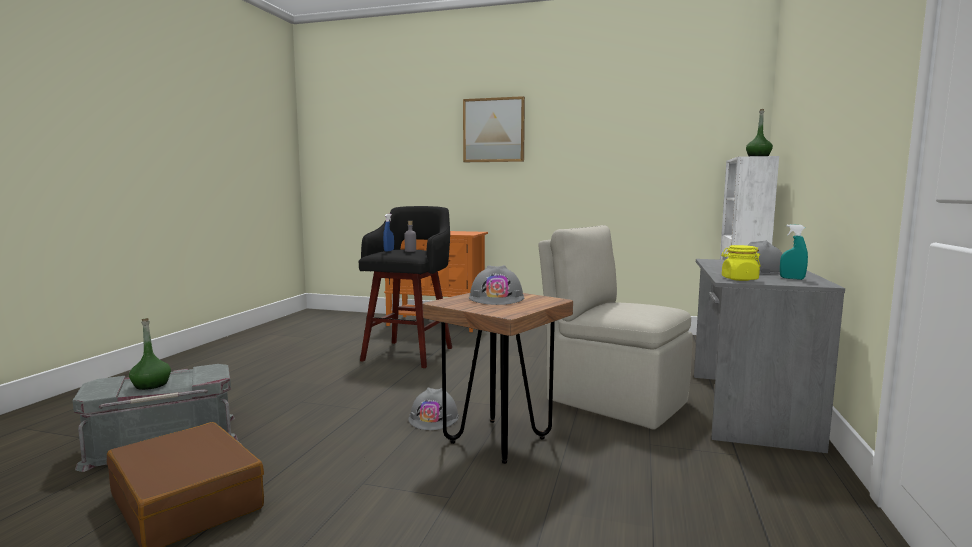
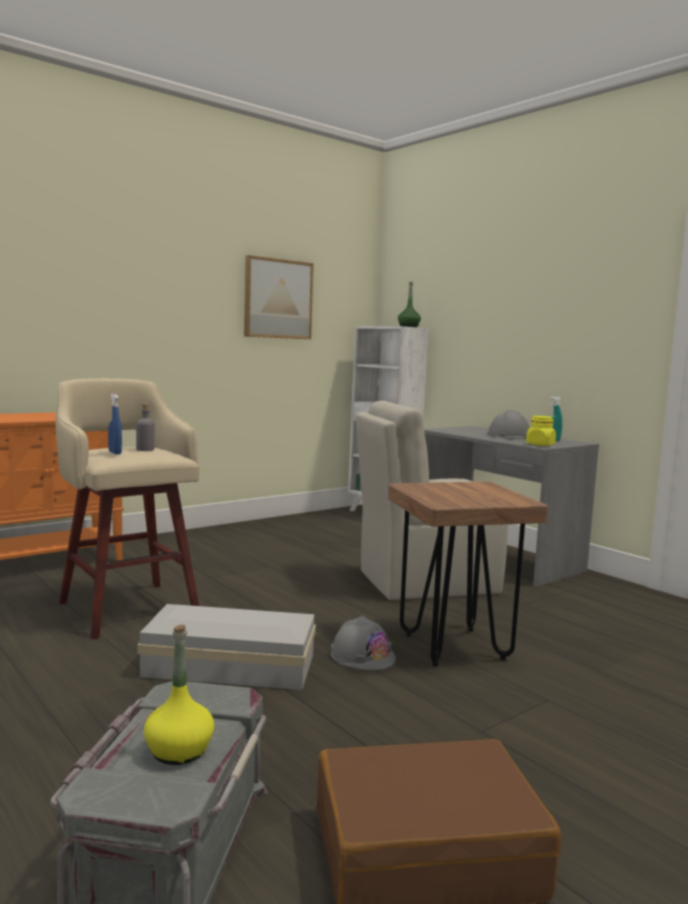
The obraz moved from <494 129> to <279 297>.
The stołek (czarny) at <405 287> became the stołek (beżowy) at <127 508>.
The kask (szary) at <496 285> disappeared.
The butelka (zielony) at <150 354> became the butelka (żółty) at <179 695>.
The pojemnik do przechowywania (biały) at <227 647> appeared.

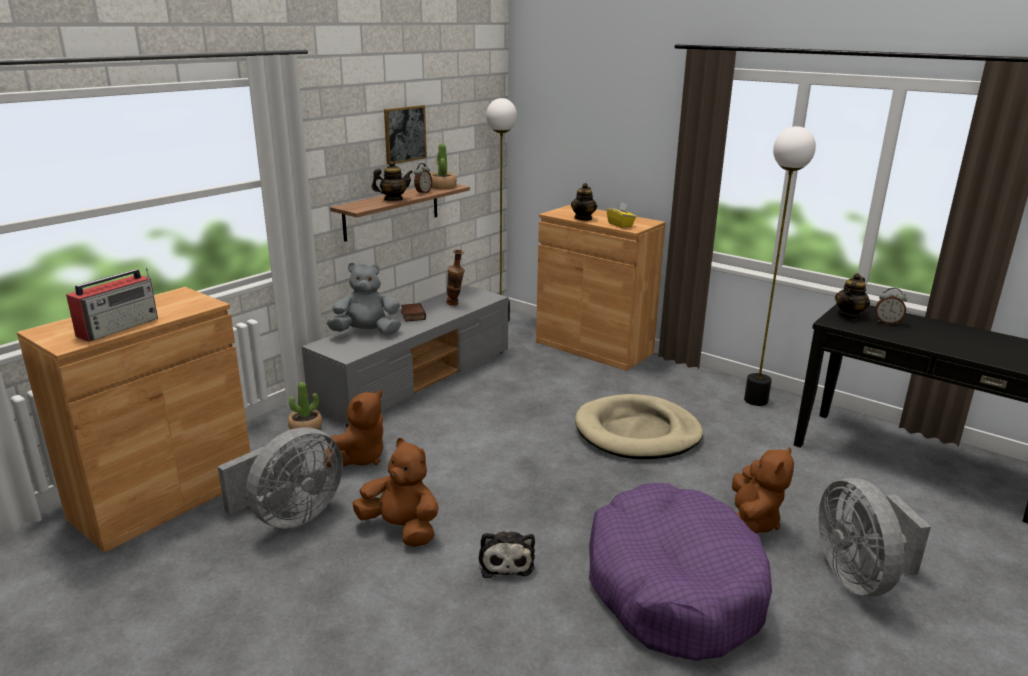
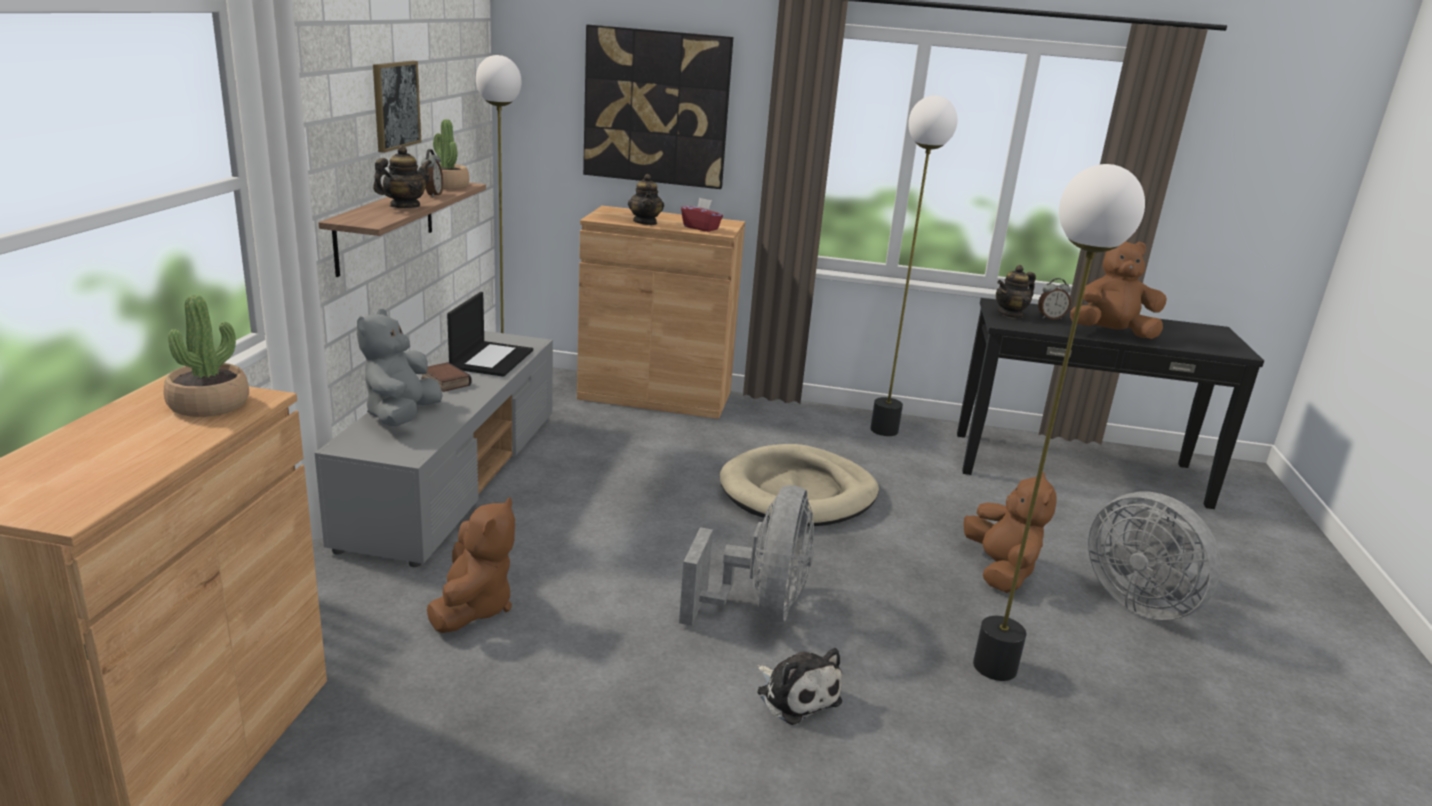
The pudełko chusteczek (żółty) at <621 215> became the pudełko chusteczek (czerwony) at <702 214>.
The wazon at <455 277> was replaced by the laptop at <490 334>.
The pluszak (szary) at <364 299> turned 45 degrees counterclockwise.
The radio at <112 305> disappeared.
The imbryk at <852 296> turned 45 degrees clockwise.
The roślina doniczkowa moved from <305 406> to <206 356>.
The wentylator (szary) moved from <280 478> to <746 555>.
The pluszak (brązowy) moved from <395 492> to <1118 290>.
The legowisko (fioletowy) at <680 572> was replaced by the lampa stojąca at <1059 422>.
The obraz at <658 107> appeared.

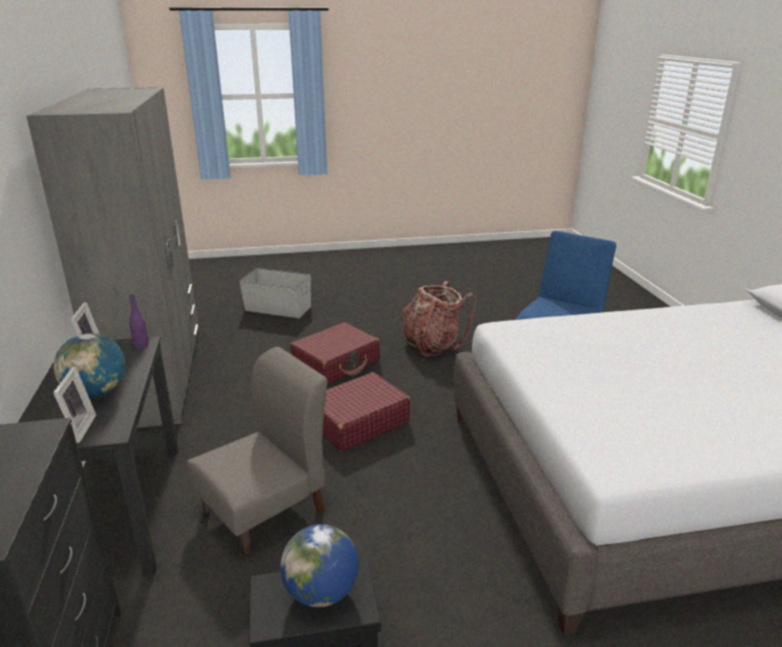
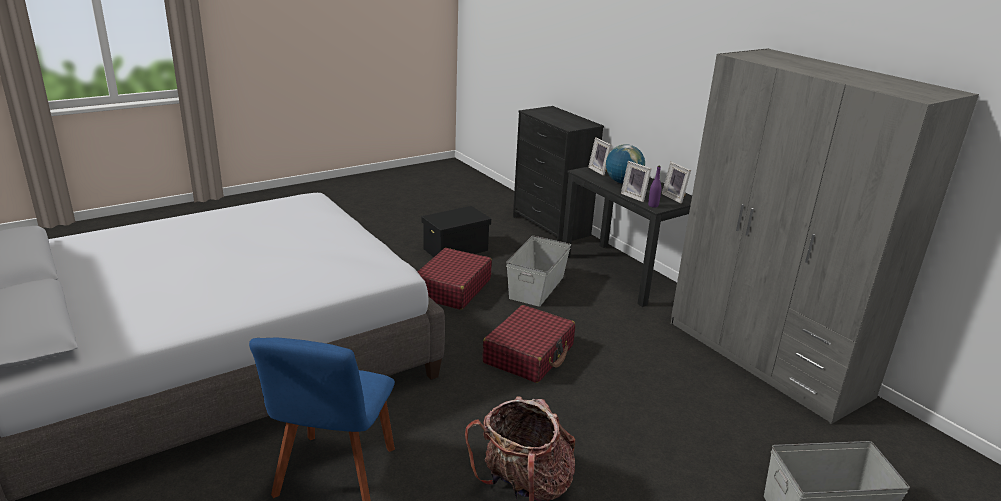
The walizka (czerwony) moved from <335 353> to <455 279>.
The krzesło (szary) at <257 451> was replaced by the pojemnik do przechowywania (szary) at <538 271>.
The globus at <319 565> disappeared.
The ramka na zdjęcie at <636 181> appeared.

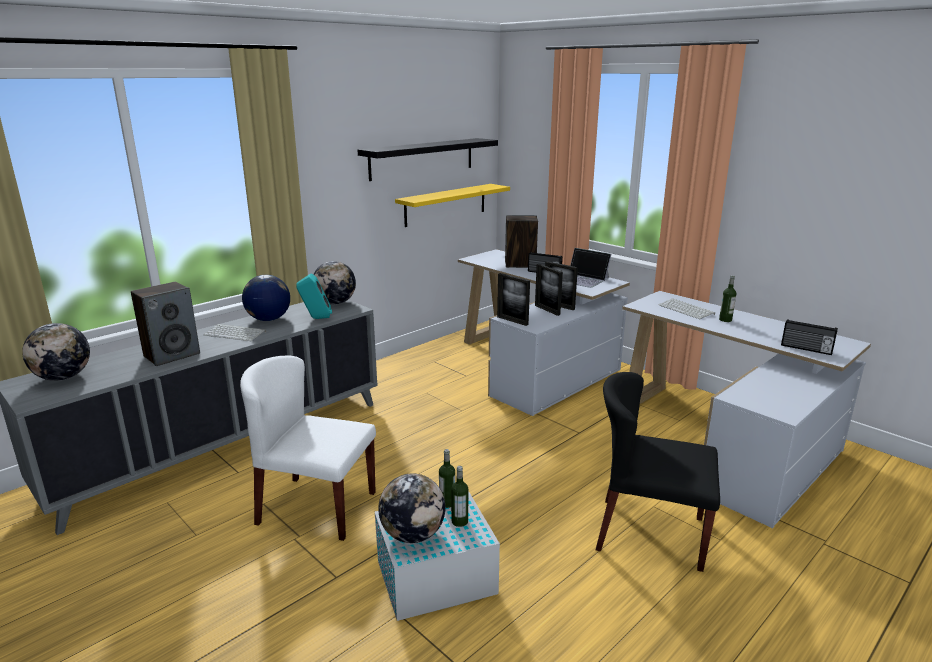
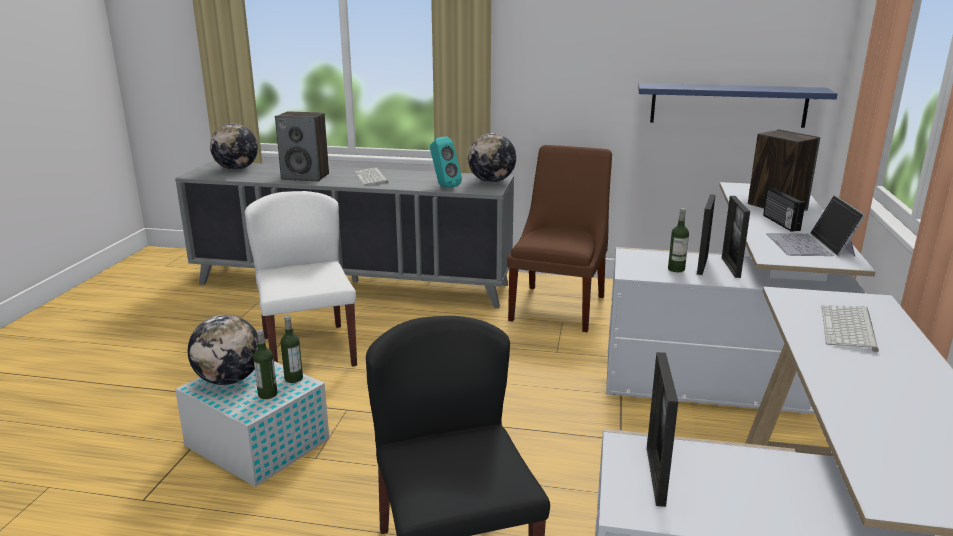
The półka (czarny) at <427 159> disappeared.
The półka (żółty) at <452 205> became the półka (niebieski) at <737 105>.
The ramka na zdjęcie moved from <513 299> to <662 429>.
The globus at <266 298> disappeared.
The butelka moved from <727 298> to <678 240>.
The radio at <809 337> disappeared.
The krzesło (brązowy) at <559 238> appeared.

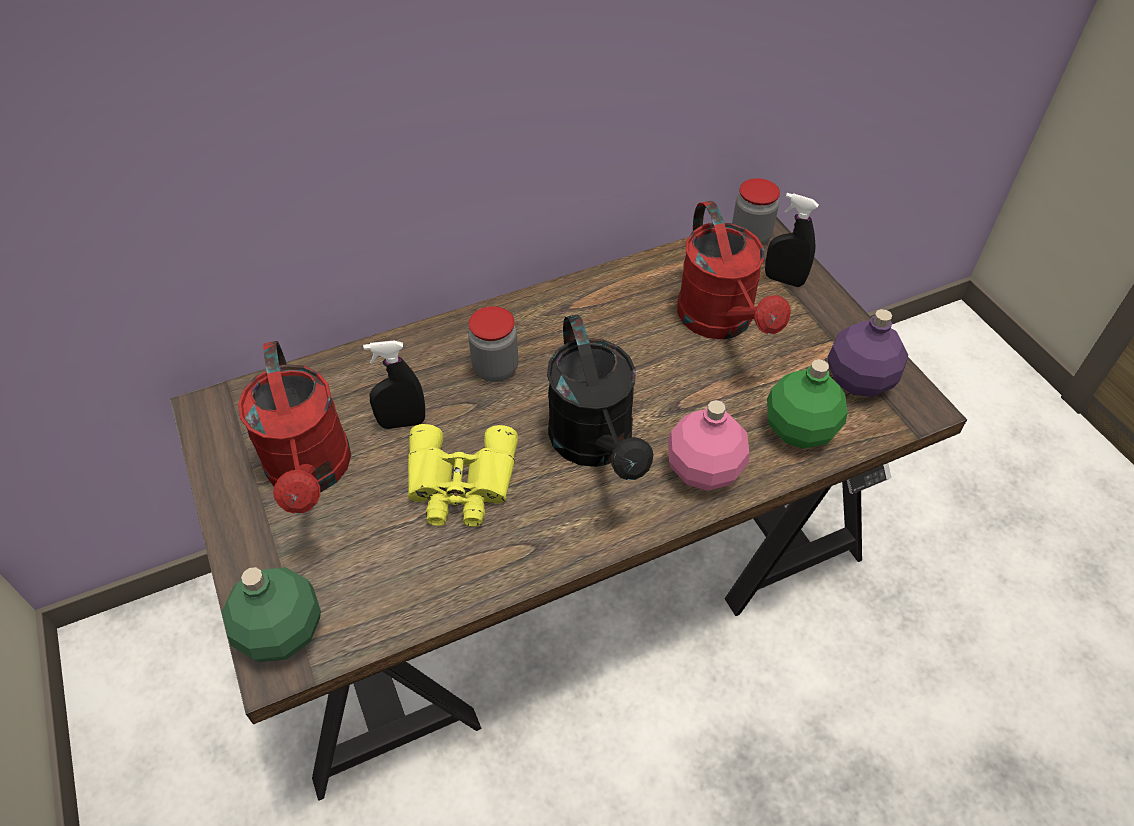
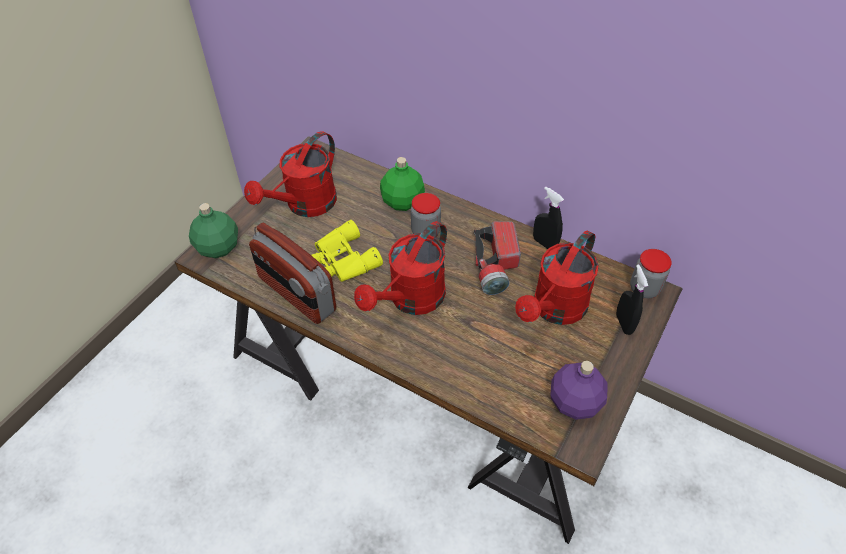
The konewka (czarny) at <600 397> became the konewka (czerwony) at <400 268>.
The spryskiwacz (czarny) moved from <394 385> to <548 218>.
The butelka (zielony) moved from <807 404> to <402 184>.
The butelka (różowy) at <708 445> disappeared.
The latarka at <497 258> appeared.
The radio at <292 273> appeared.

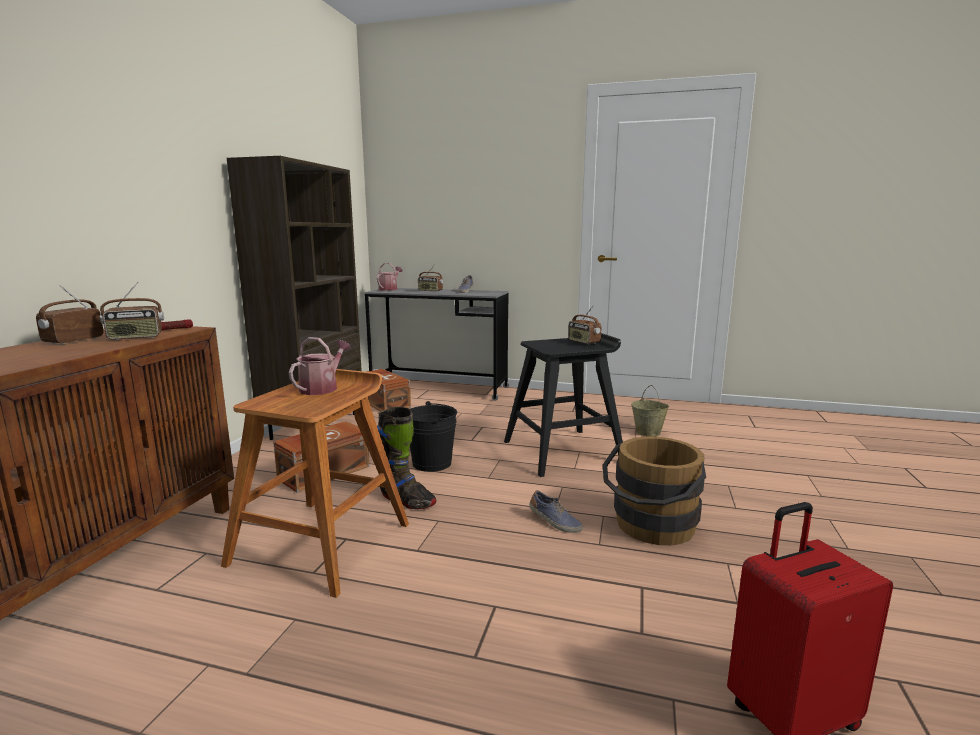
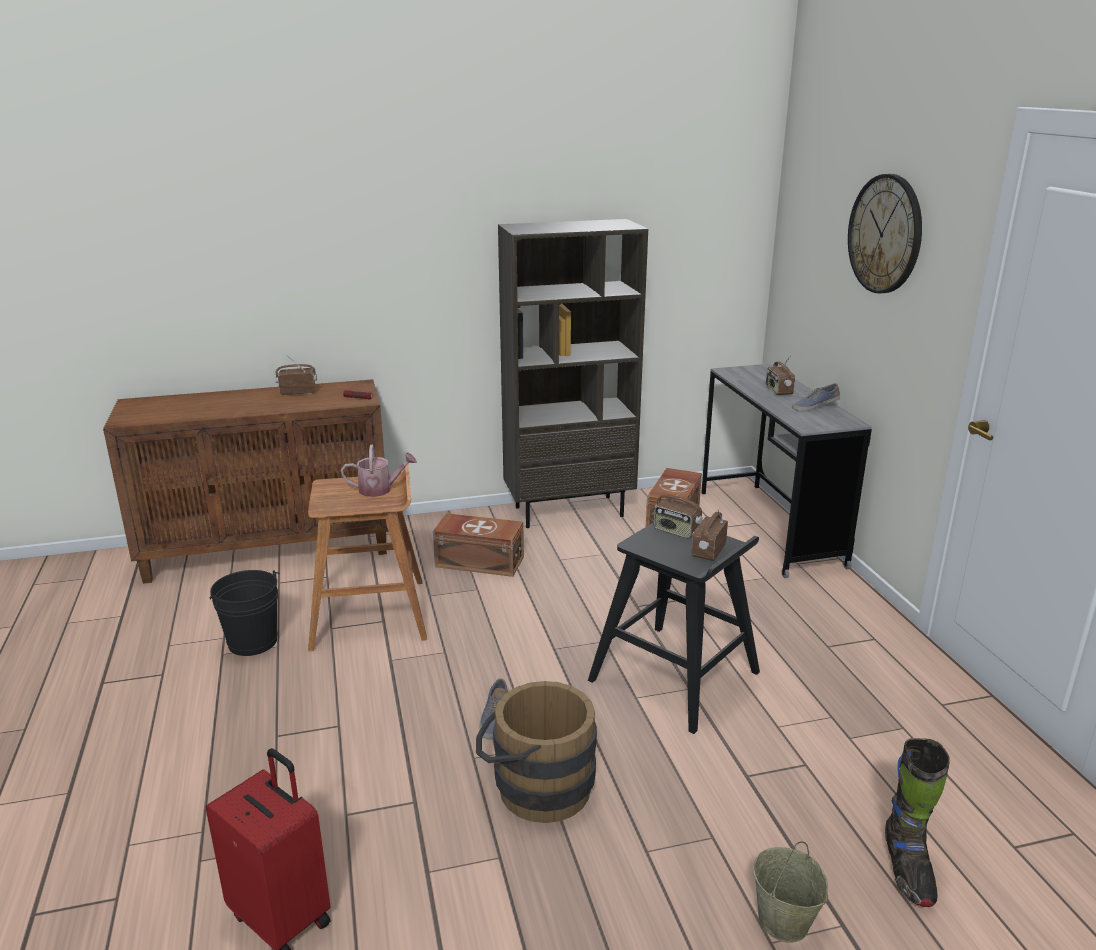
The konewka at <390 277> disappeared.
The radio moved from <132 311> to <678 511>.
The wiadro (beżowy) moved from <650 411> to <790 892>.
The wiadro (czarny) moved from <433 436> to <244 613>.
The but z cholewką (czarny) moved from <407 458> to <917 822>.
The zegar ścienny at <885 233> appeared.

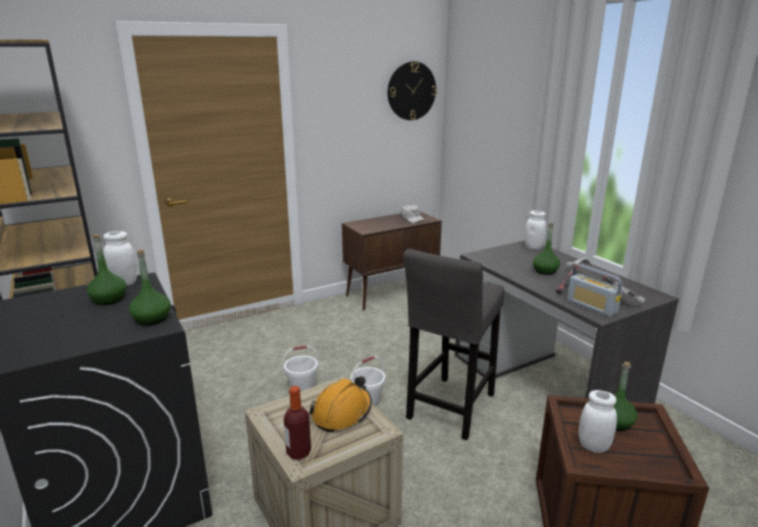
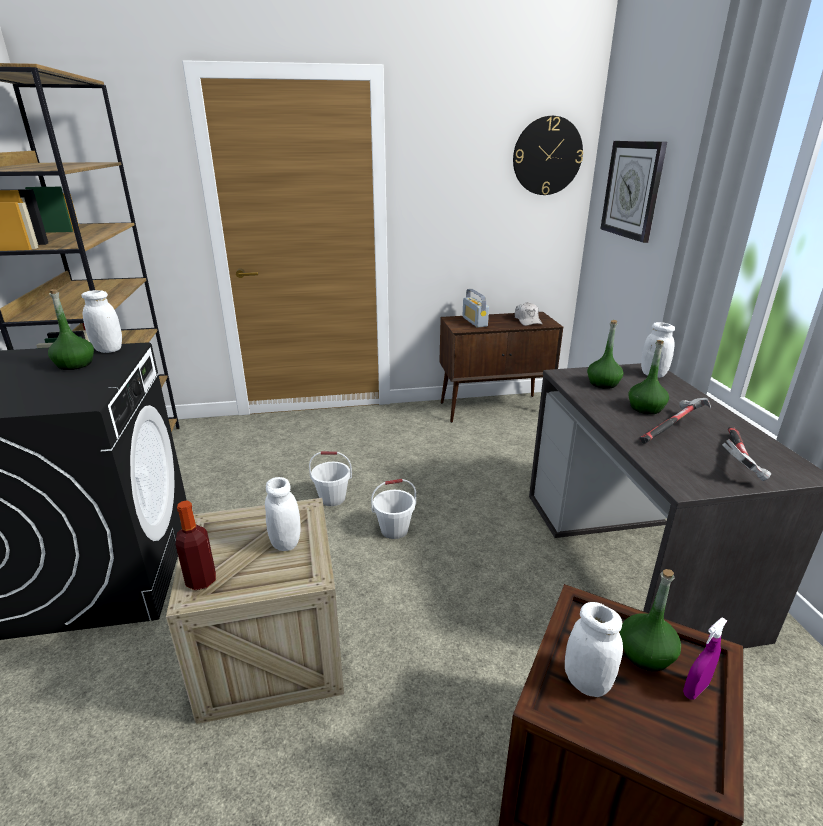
The butelka (zielony) moved from <150 287> to <605 354>.
The stołek (szary) at <453 344> disappeared.
The radio moved from <595 290> to <475 308>.
The kask (pomarańczowy) at <340 404> was replaced by the słoik (biały) at <283 514>.
The zegar ścienny at <633 192> appeared.
The spryskiwacz (fioletowy) at <705 658> appeared.

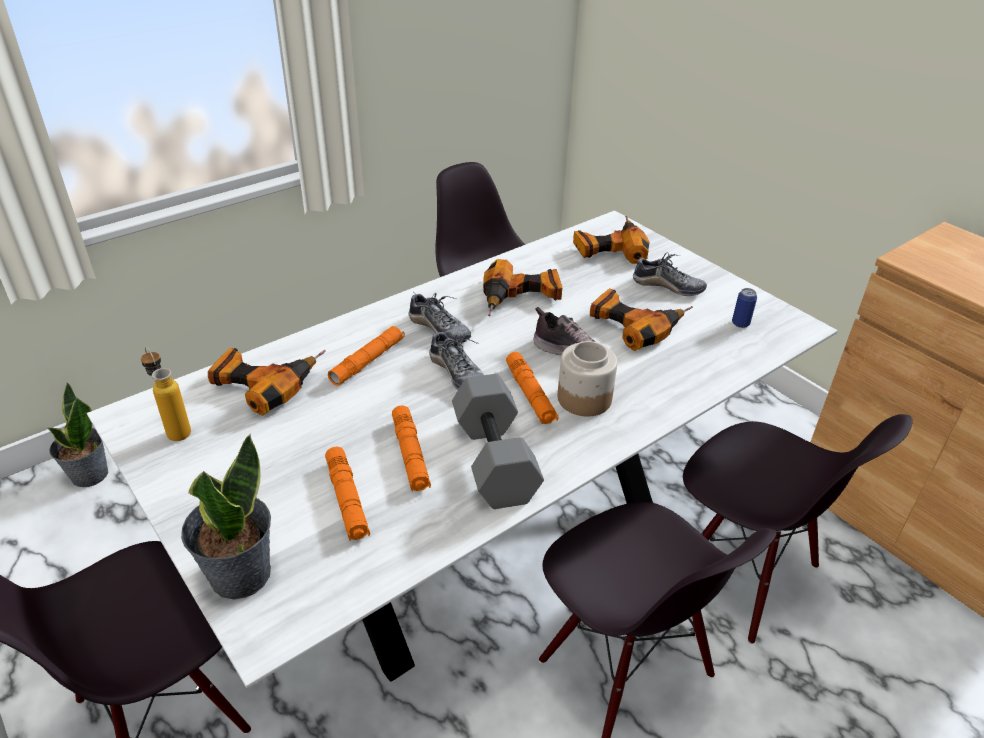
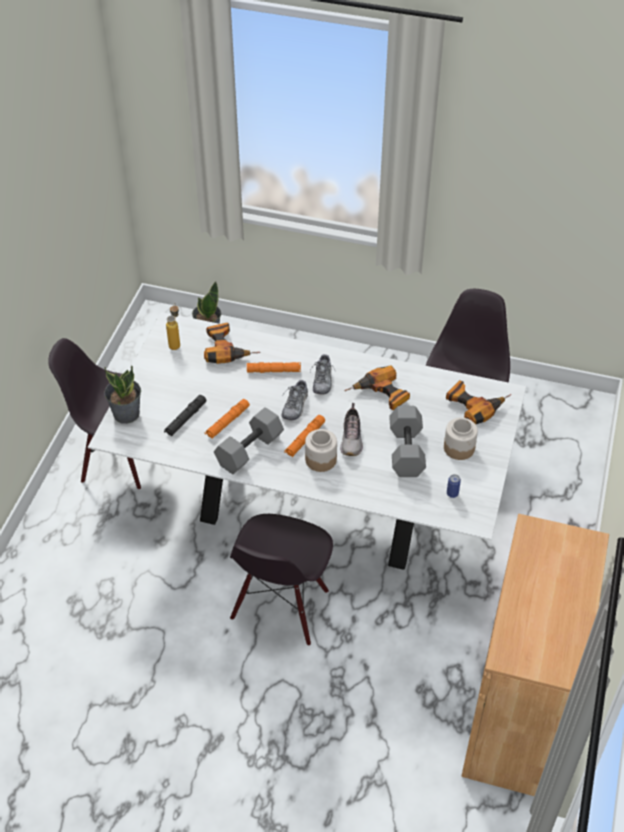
The but at <670 274> was replaced by the słoik at <461 439>.
The wiertarka at <641 320> was replaced by the hantel (szary) at <407 441>.
The krzesło (czarny) at <798 529> disappeared.
The latarka (pomarańczowy) at <347 493> became the latarka (czarny) at <185 415>.

